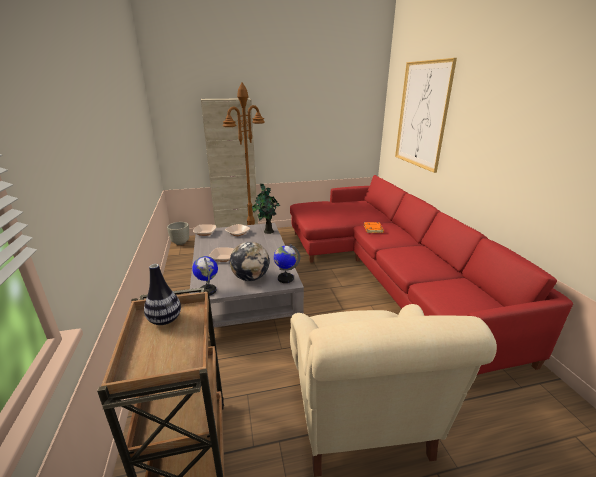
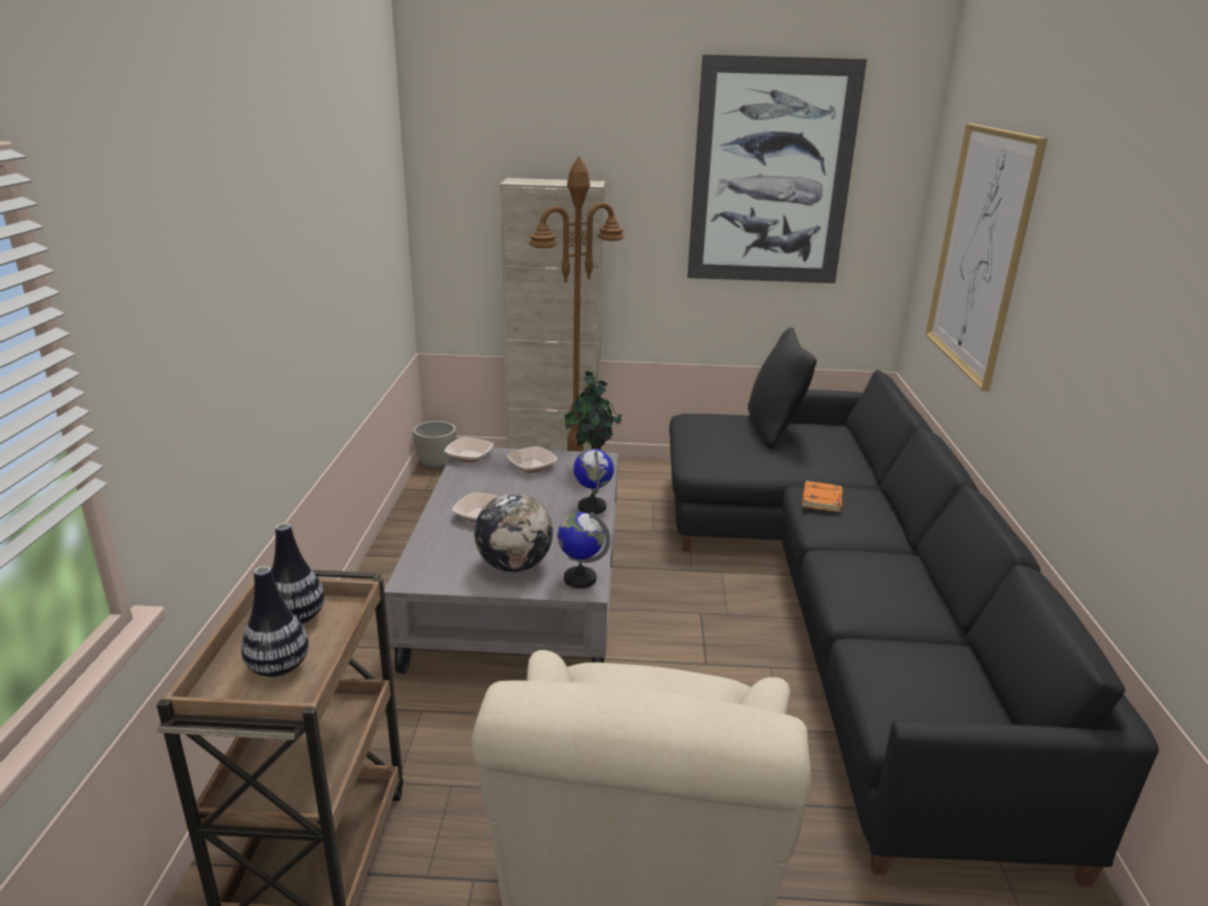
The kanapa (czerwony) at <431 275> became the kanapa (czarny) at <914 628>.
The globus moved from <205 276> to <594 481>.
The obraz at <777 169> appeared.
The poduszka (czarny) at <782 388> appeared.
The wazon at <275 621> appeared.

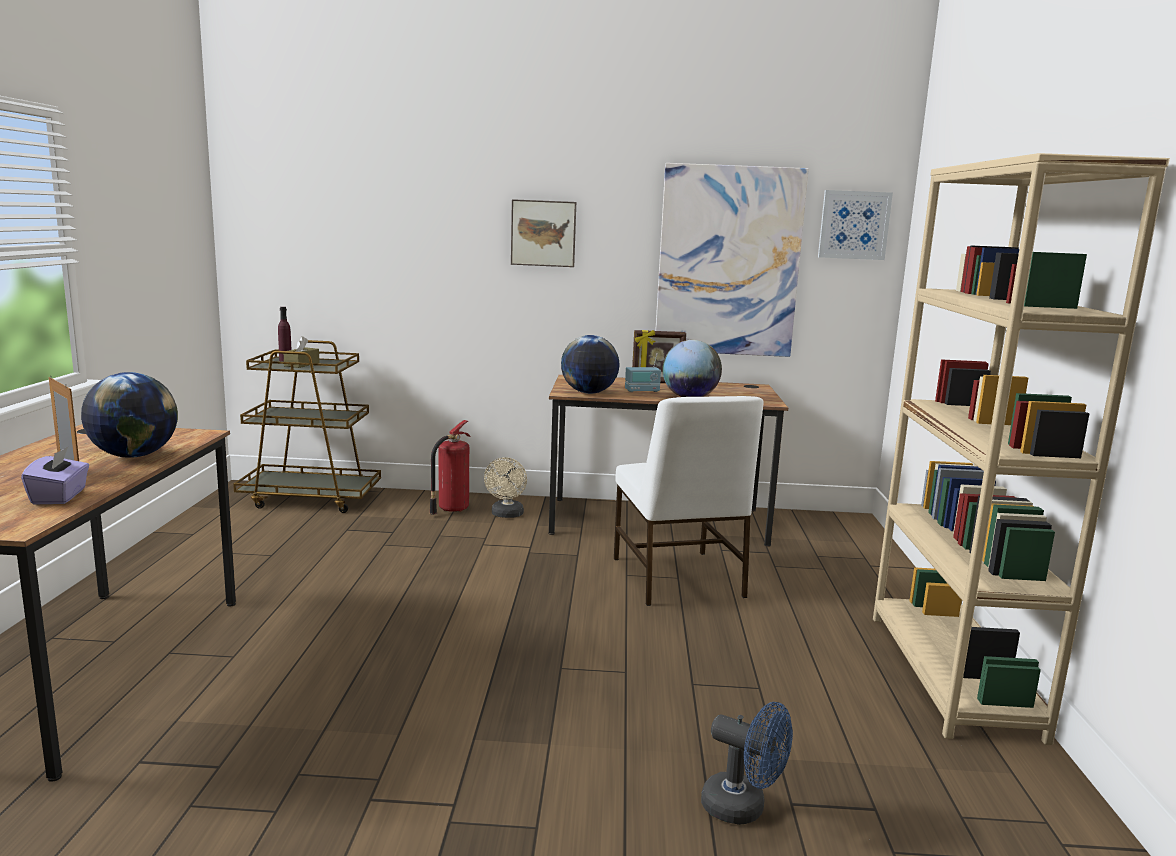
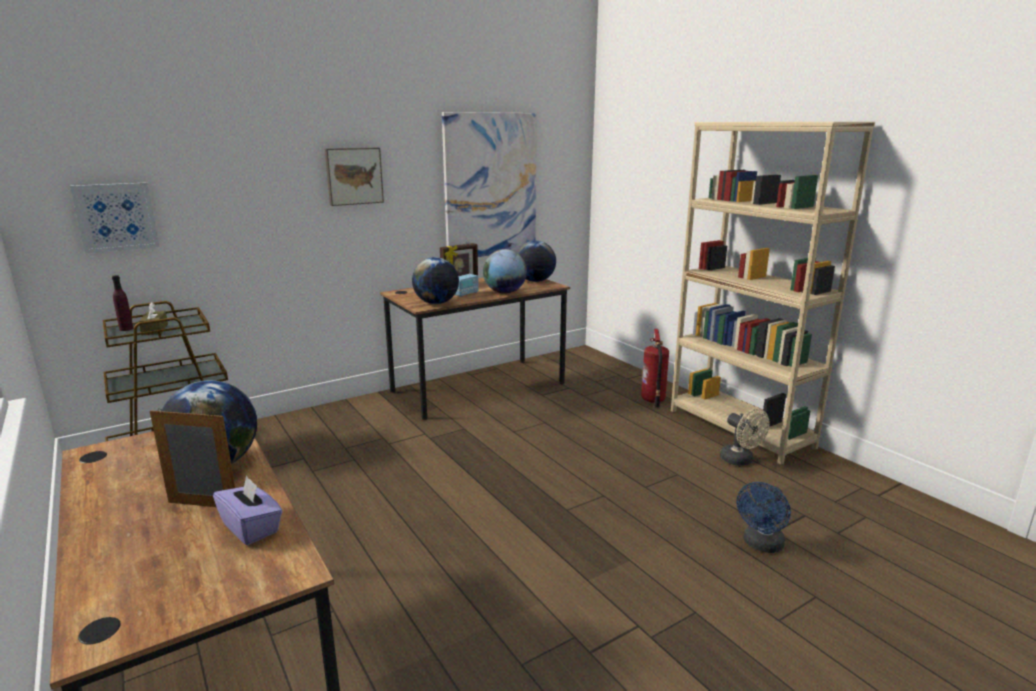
The obraz moved from <855 225> to <114 217>.
The krzesło (biały) at <689 501> disappeared.
The gaśnica moved from <450 467> to <655 368>.
The wentylator (beżowy) moved from <505 487> to <745 437>.
The wentylator (niebieski) at <747 763> turned 135 degrees clockwise.
The globus at <537 261> appeared.

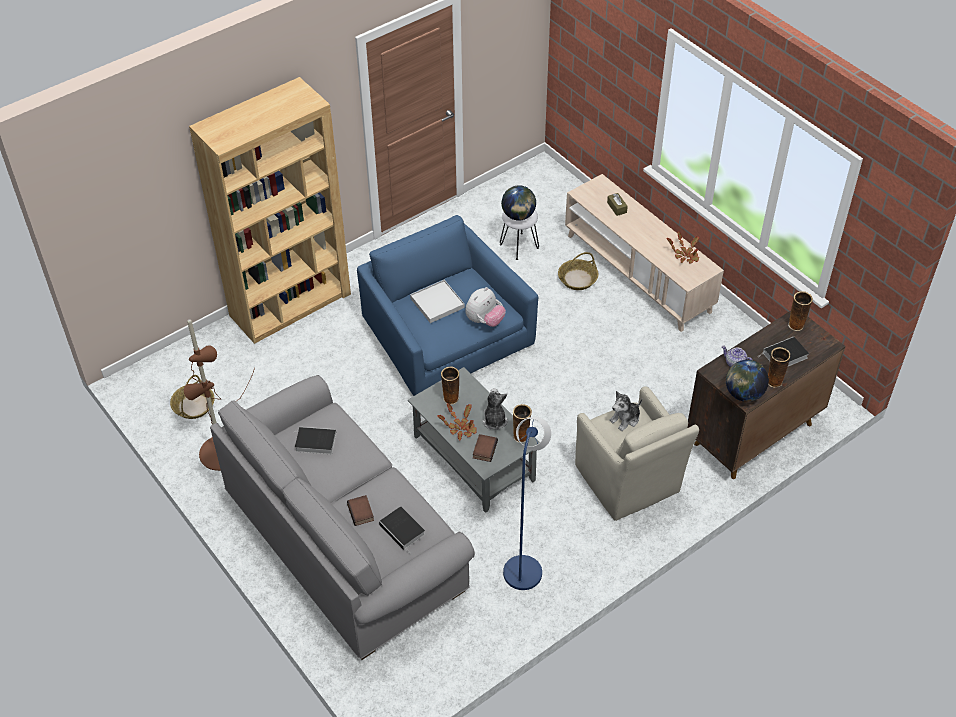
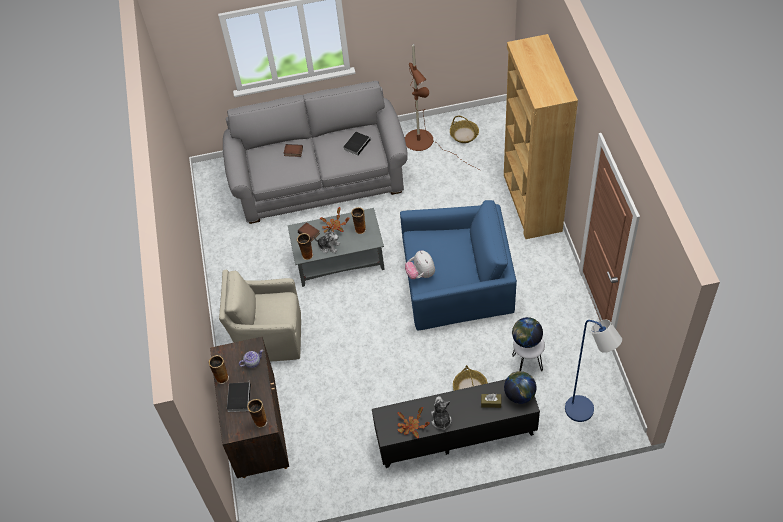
The szafka pod telewizor (beżowy) at <644 253> became the szafka pod telewizor (czarny) at <456 423>.
The taca (biały) at <437 301> disappeared.
The globus moved from <747 381> to <520 387>.
The pluszak moved from <625 411> to <441 413>.
The lampa stojąca (niebieski) moved from <527 503> to <593 371>.
The książka at <402 530> disappeared.

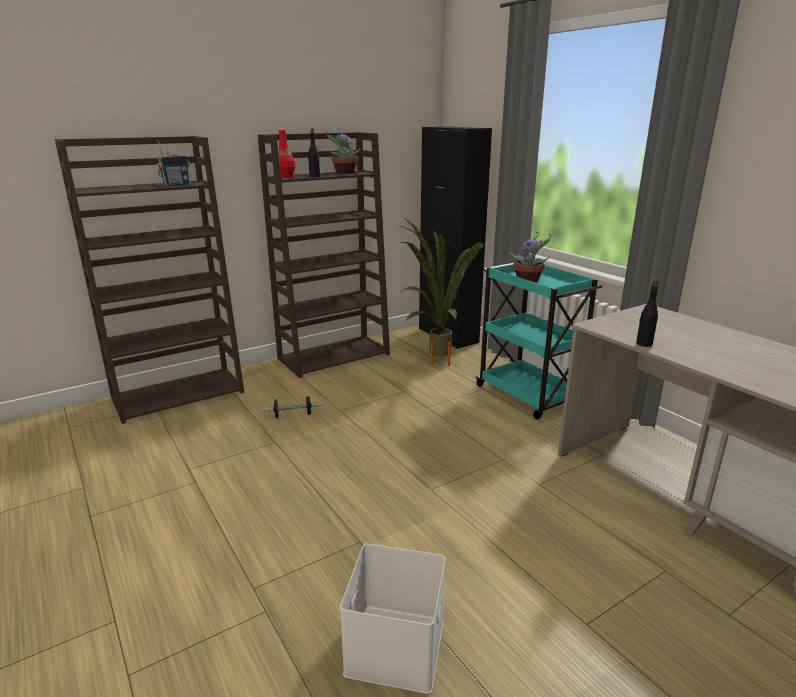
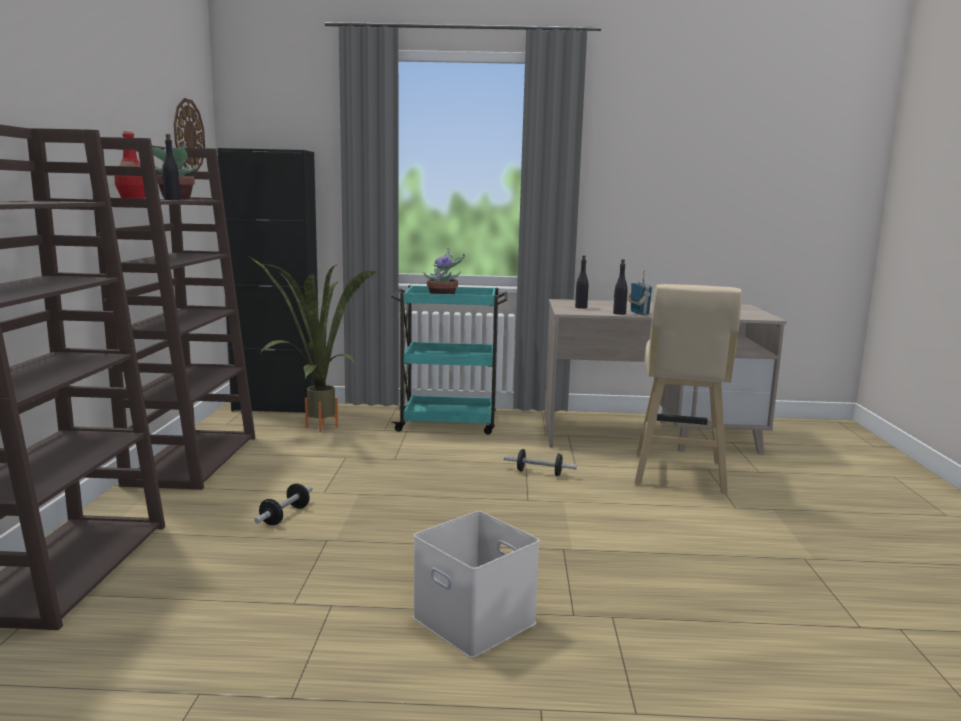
The radio moved from <173 163> to <639 292>.
The pojemnik do przechowywania (biały) moved from <393 619> to <476 584>.
The zegar ścienny at <189 135> appeared.
The butelka (czarny) at <582 282> appeared.
The stołek (beżowy) at <688 389> appeared.
The hantel at <540 462> appeared.

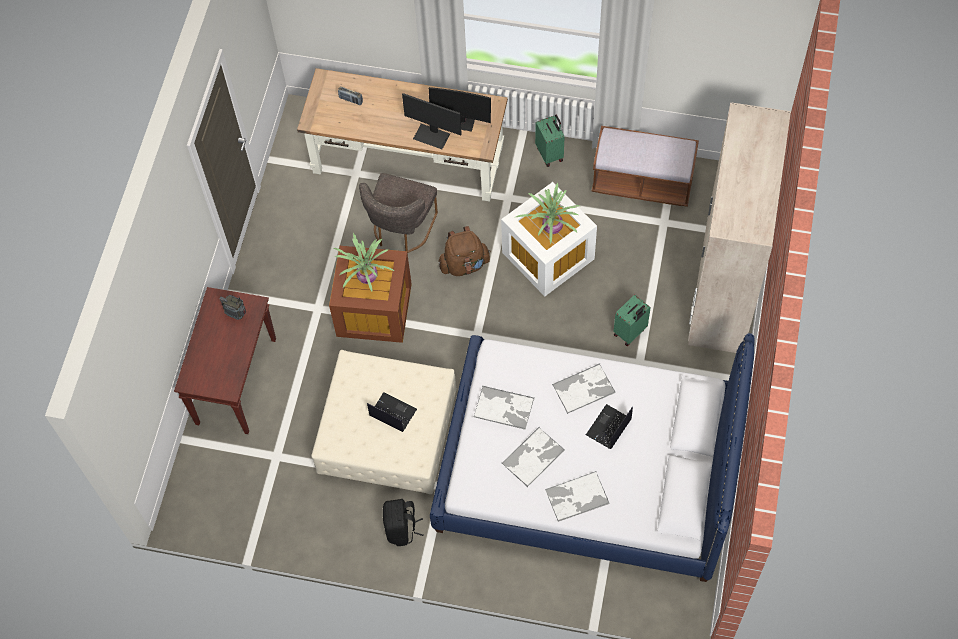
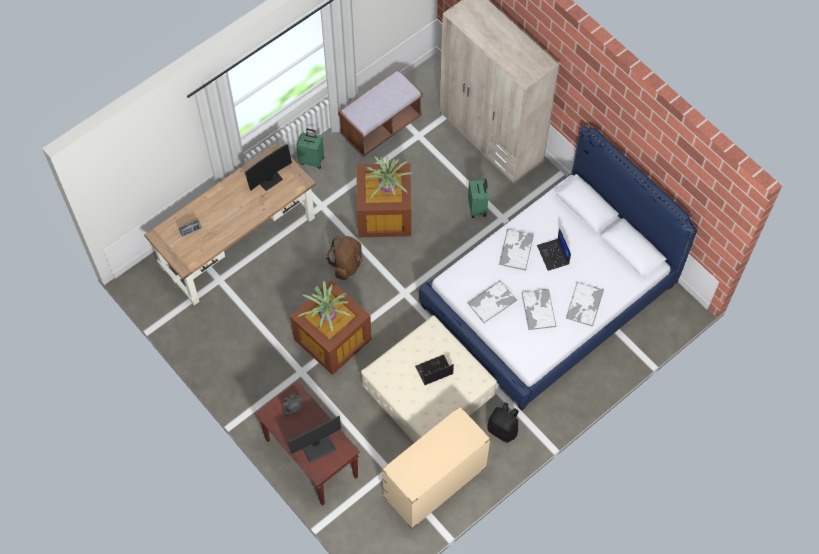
The monitor moved from <432 121> to <314 439>.
The krzesło (szary) at <398 213> disappeared.
The pojemnik do przechowywania (biały) at <549 239> became the pojemnik do przechowywania (brązowy) at <384 200>.
The komoda (beżowy) at <436 467> appeared.

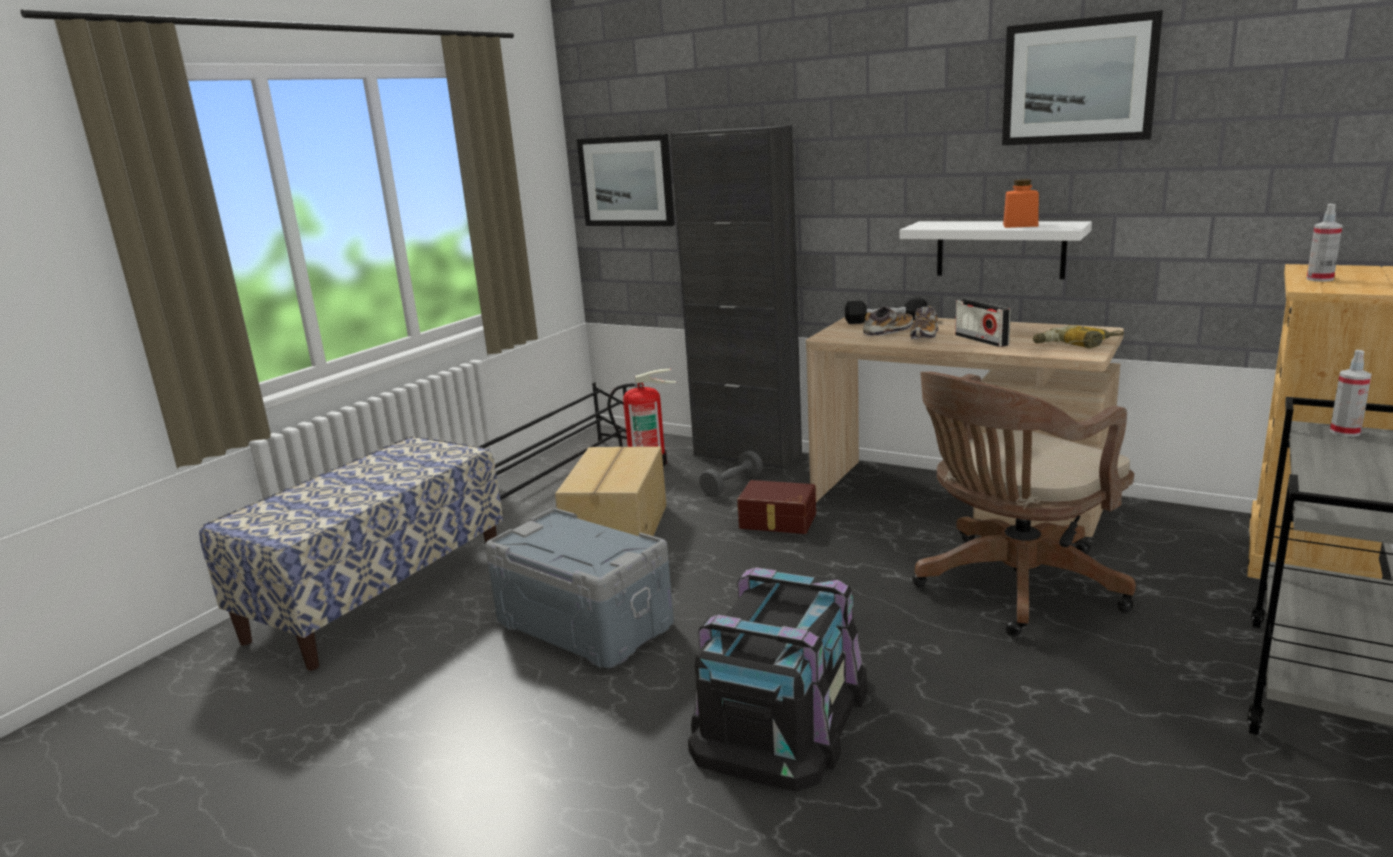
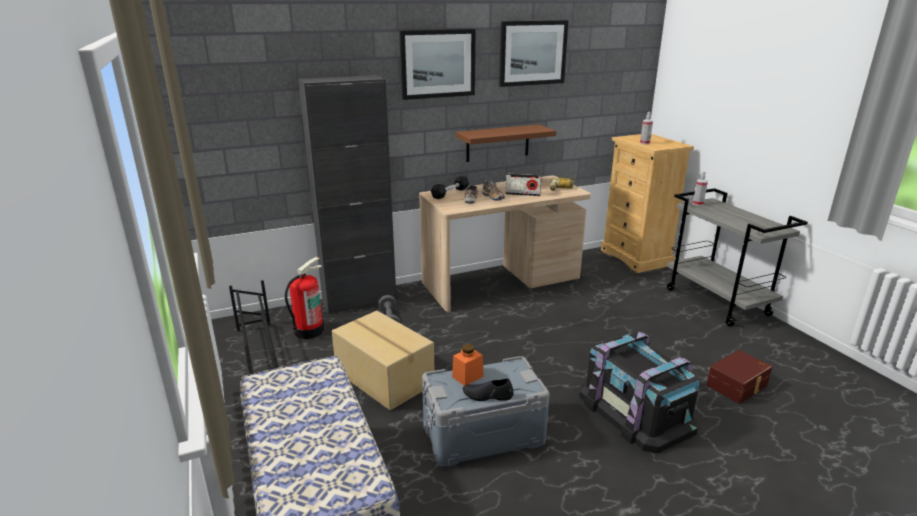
The obraz moved from <626 180> to <437 64>.
The słoik (pomarańczowy) moved from <1021 203> to <468 365>.
The półka (biały) at <996 250> became the półka (brązowy) at <506 143>.
The krzesło biurowe (brązowy) at <1024 504> disappeared.
The pojemnik do przechowywania (brązowy) moved from <776 507> to <739 377>.
The but (czarny) at <488 389> appeared.

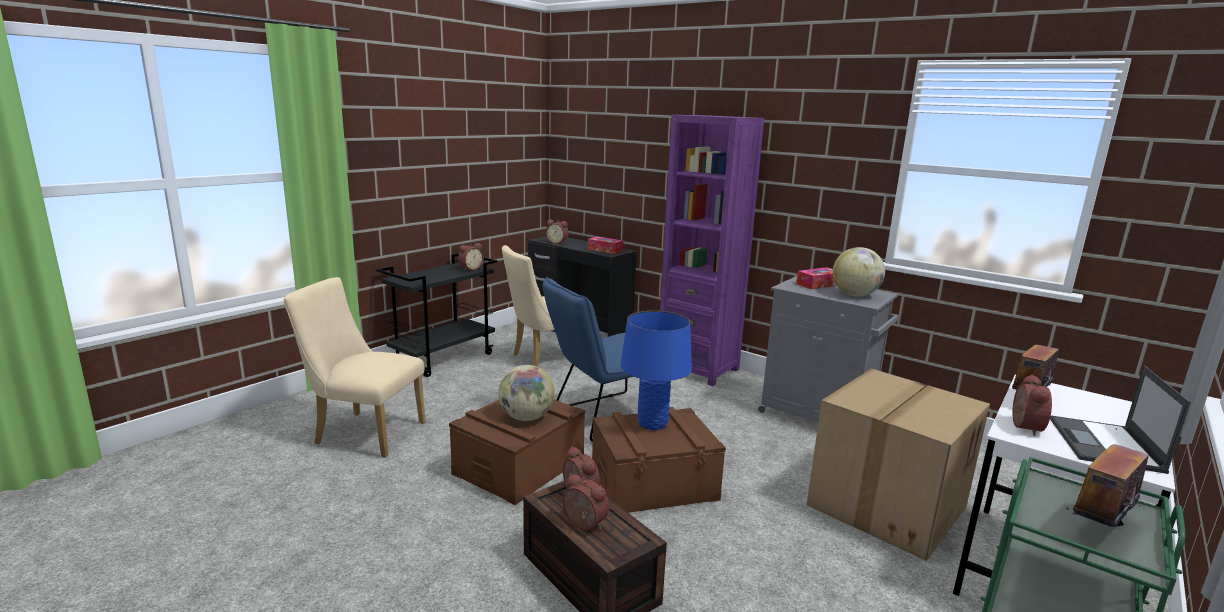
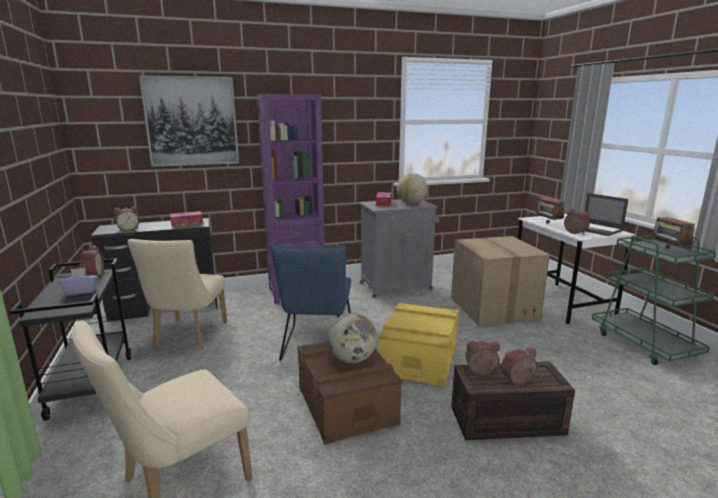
The lampa stołowa (niebieski) at <656 370> disappeared.
The pojemnik do przechowywania (brązowy) at <659 460> became the pojemnik do przechowywania (żółty) at <418 345>.
The obraz at <189 121> appeared.
The pudełko chusteczek (fioletowy) at <78 281> appeared.

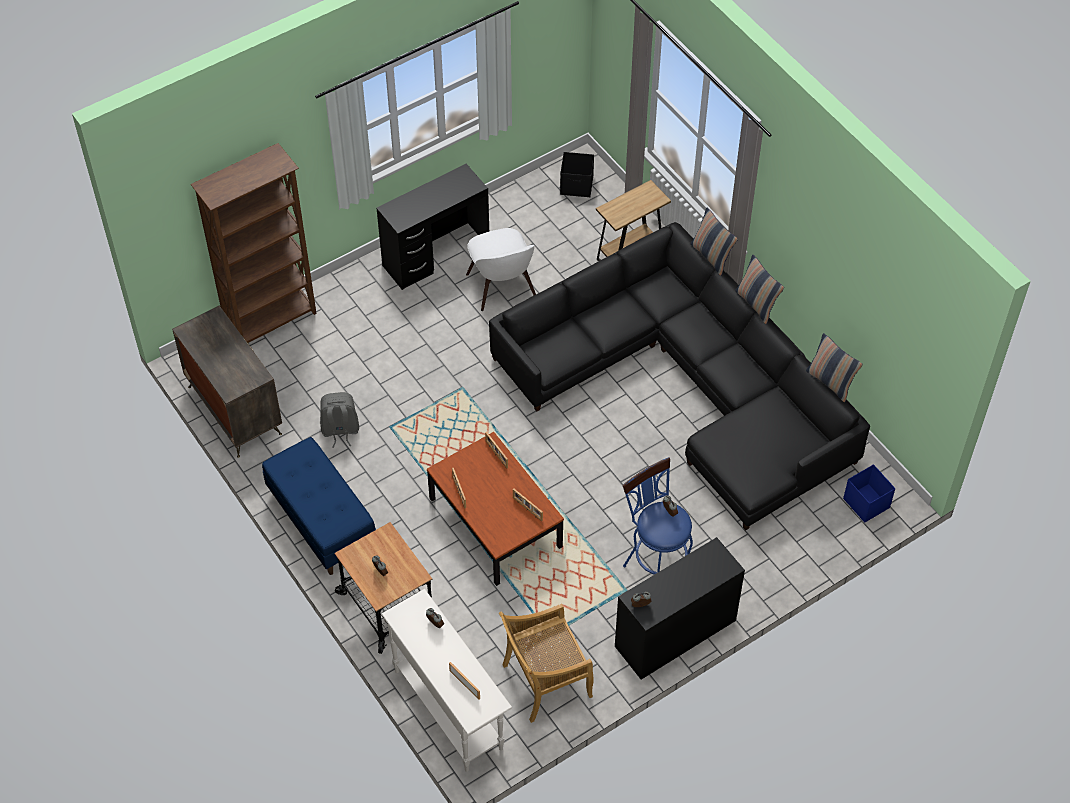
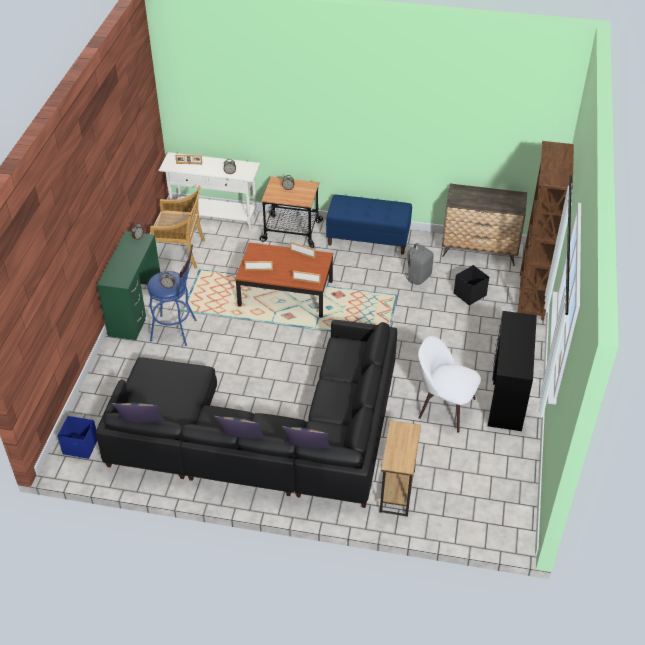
The pojemnik do przechowywania (czarny) moved from <577 174> to <471 285>.
The biurko (czarny) at <680 608> became the biurko (zielony) at <128 285>.
The krzesło (beżowy) at <546 663> turned 75 degrees clockwise.

